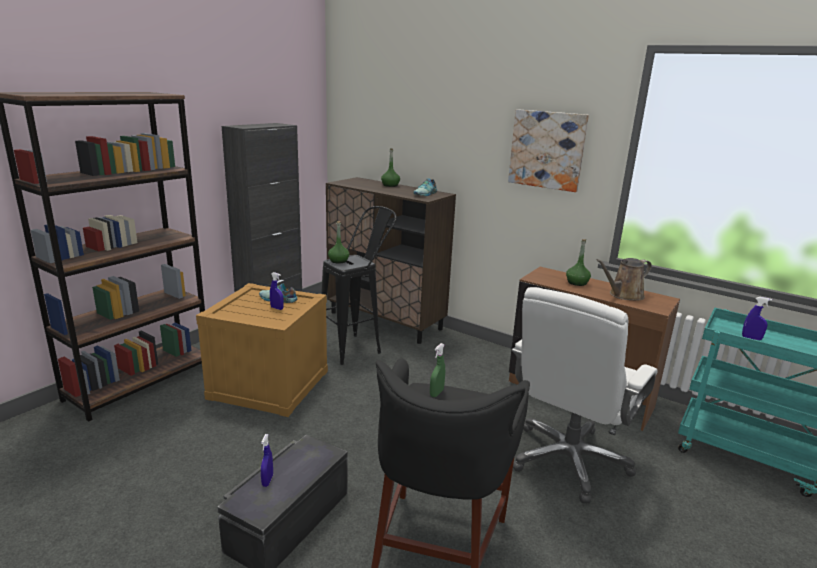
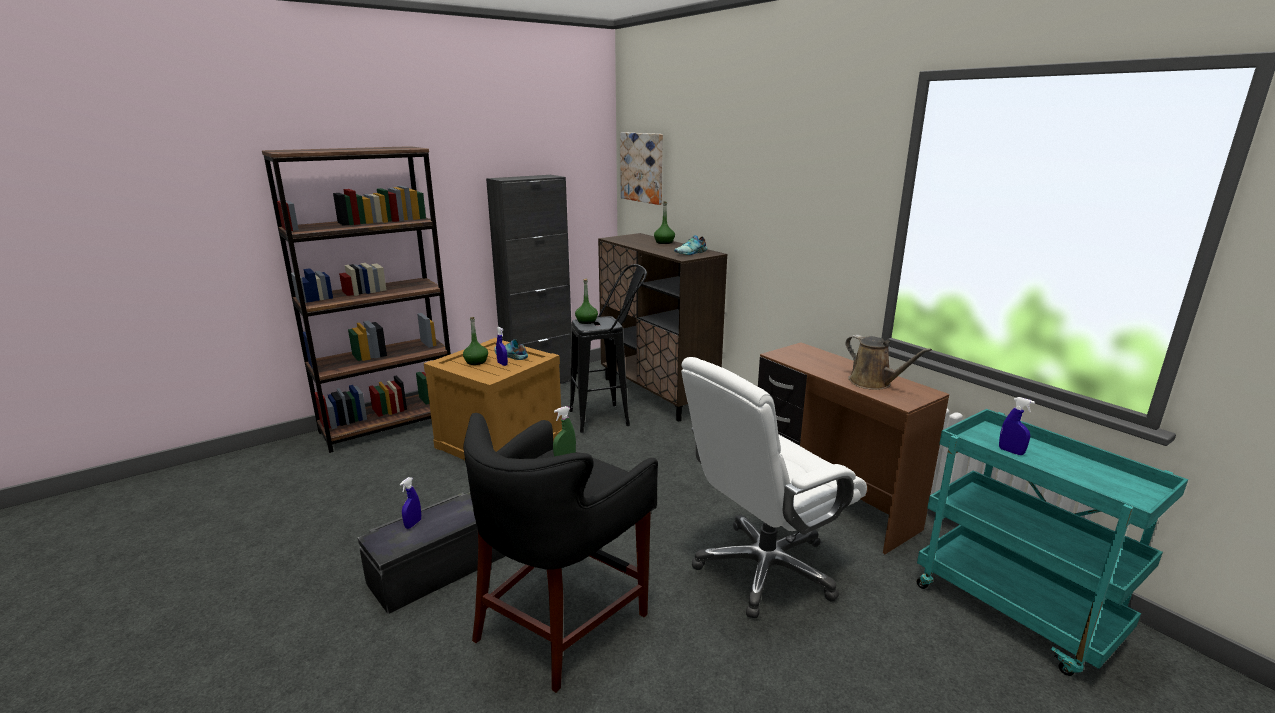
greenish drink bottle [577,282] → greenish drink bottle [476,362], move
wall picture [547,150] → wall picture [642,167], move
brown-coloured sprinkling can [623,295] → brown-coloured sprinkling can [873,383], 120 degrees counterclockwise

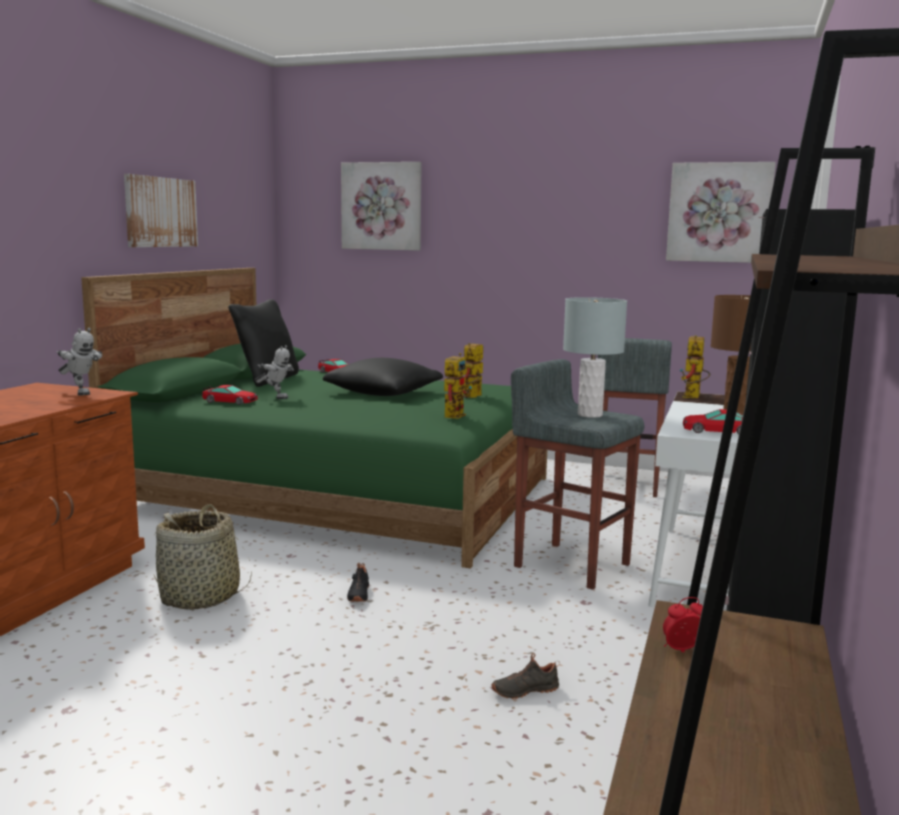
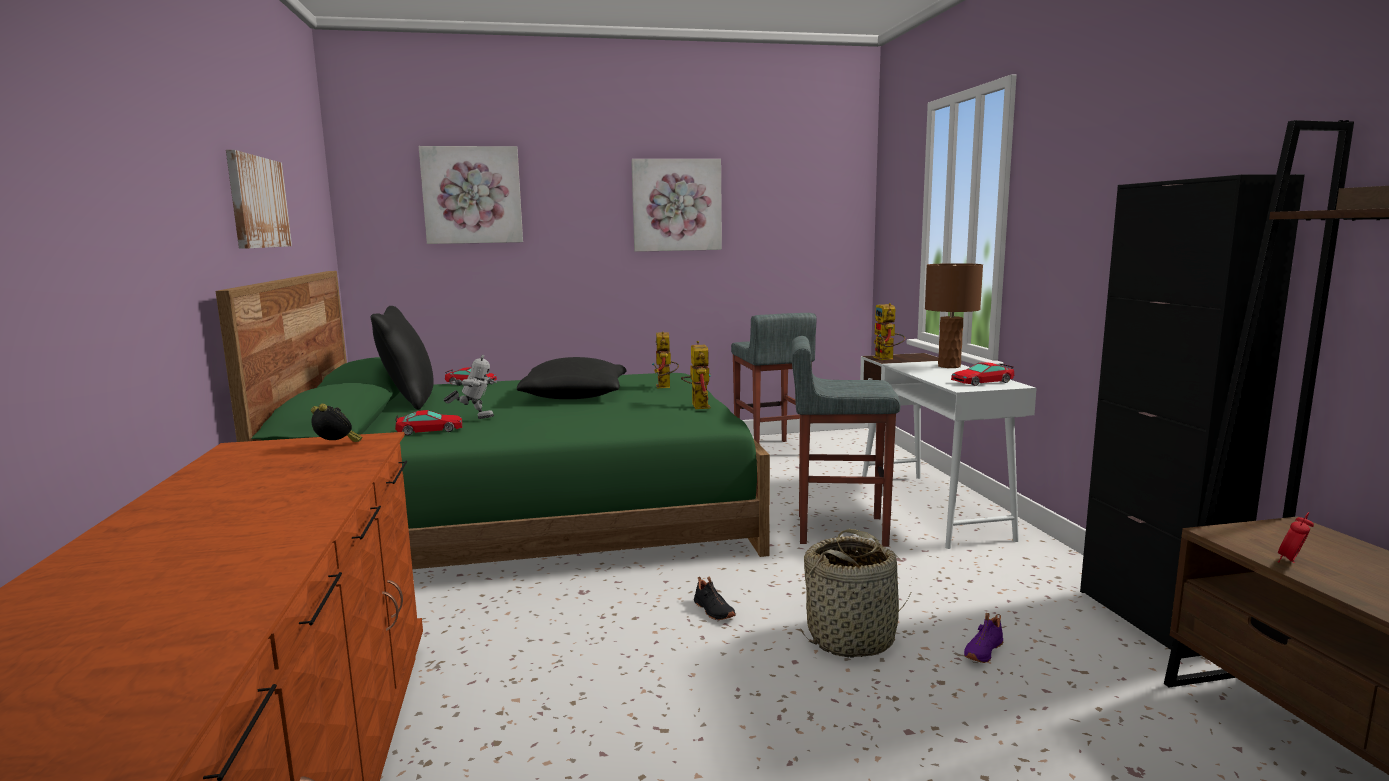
robot figure [80,393] → table clock [336,446]
wall picture [719,212] → wall picture [676,205], move
household basket [200,597] → household basket [852,638], move
blackish item of footwear [524,690] → purple item of footwear [982,651]
greyish table lamp [589,415] → -

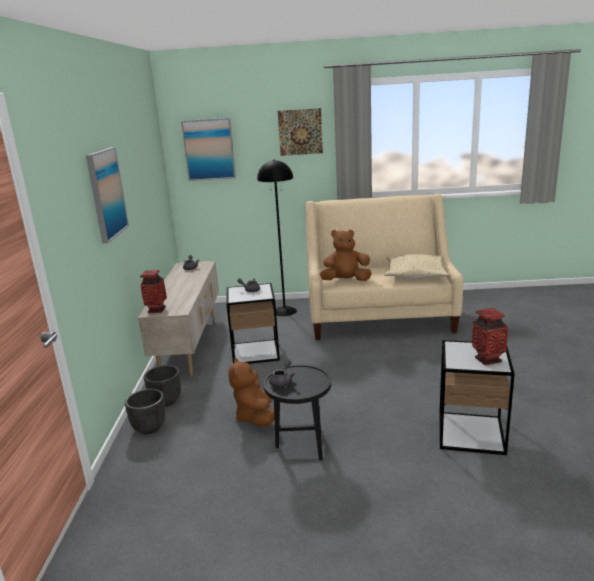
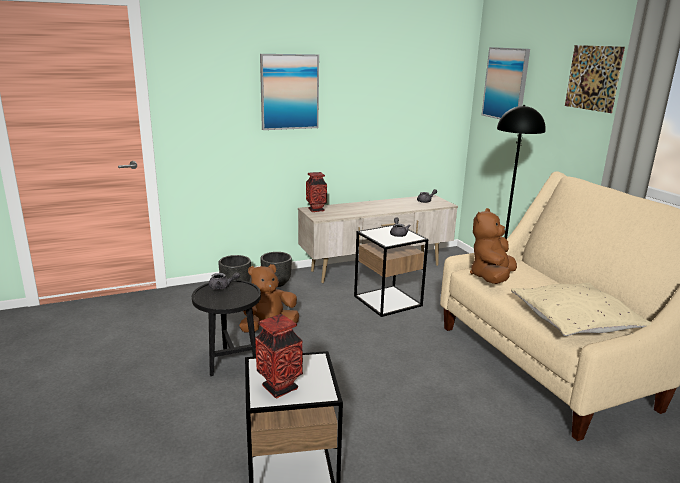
brown-coloured soft toy [345,281] → brown-coloured soft toy [491,278], 120 degrees counterclockwise

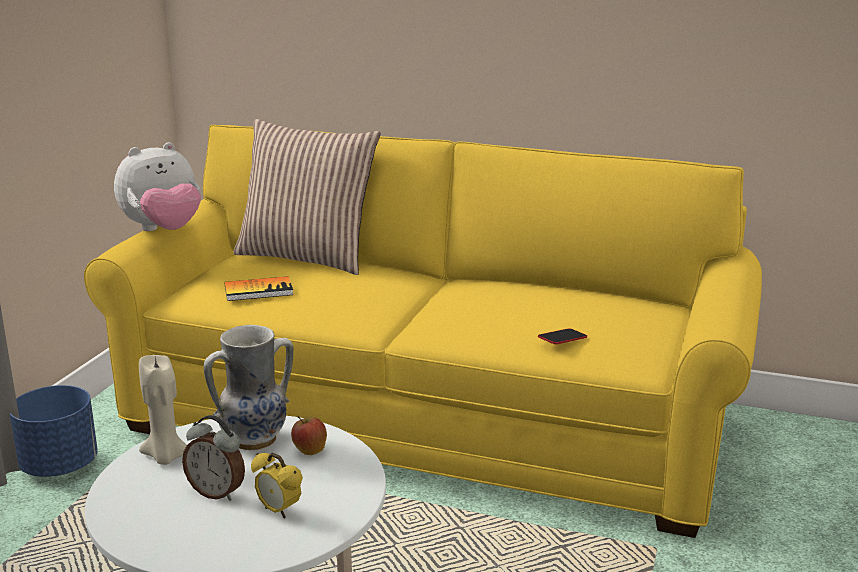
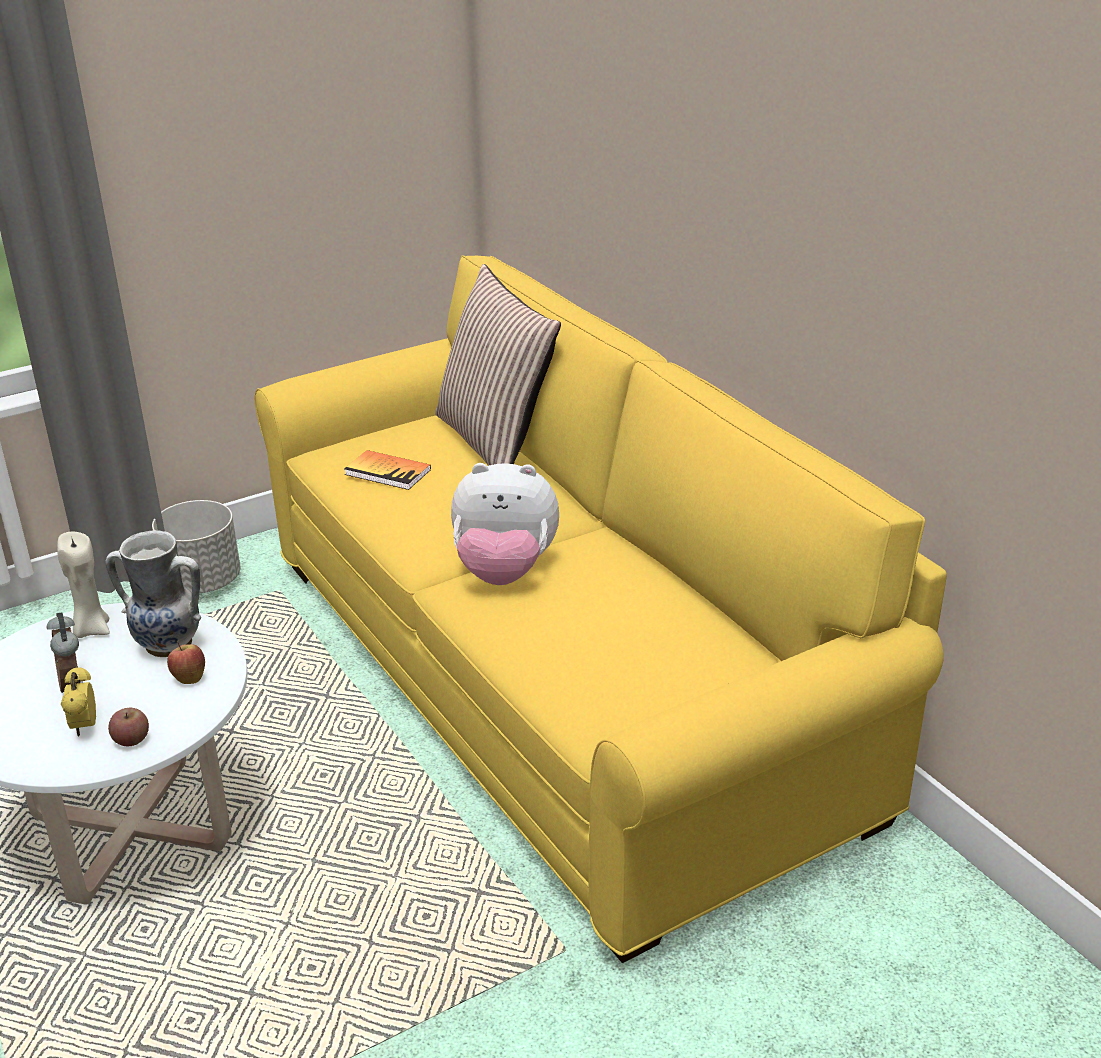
- → apple [131,739]
blue-coloured flower pot [60,466] → greyish flower pot [204,582]
soft toy [163,231] → soft toy [504,572], move
telephone [562,340] → -

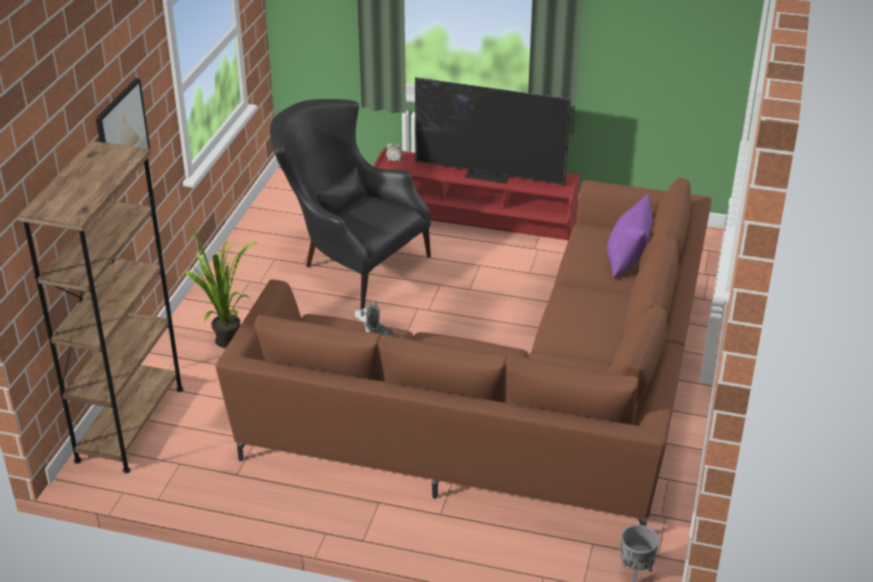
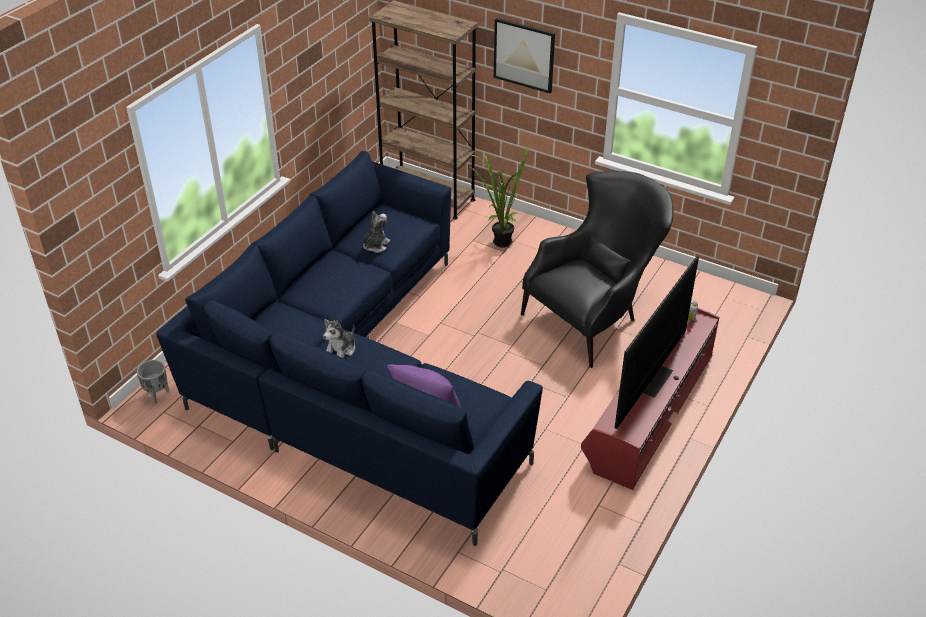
brown-coloured settee [521,410] → blue-coloured settee [353,378]
- → soft toy [341,350]

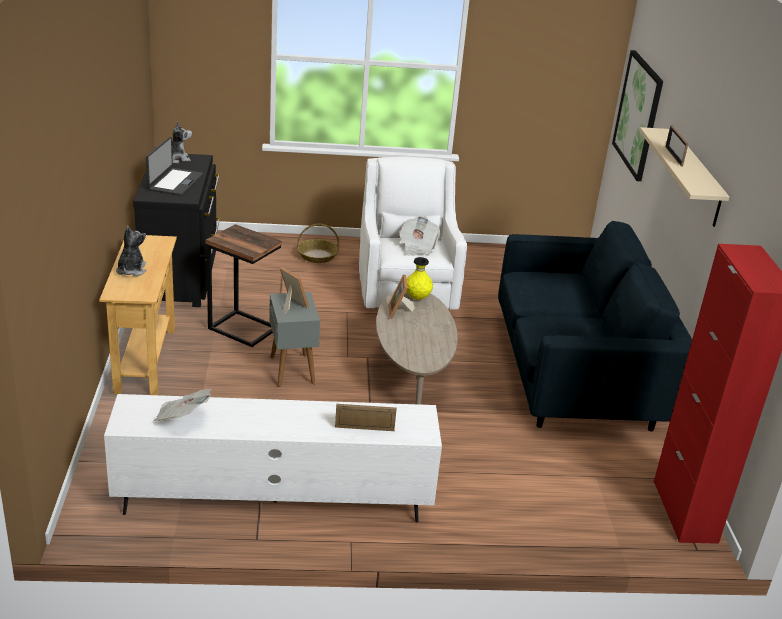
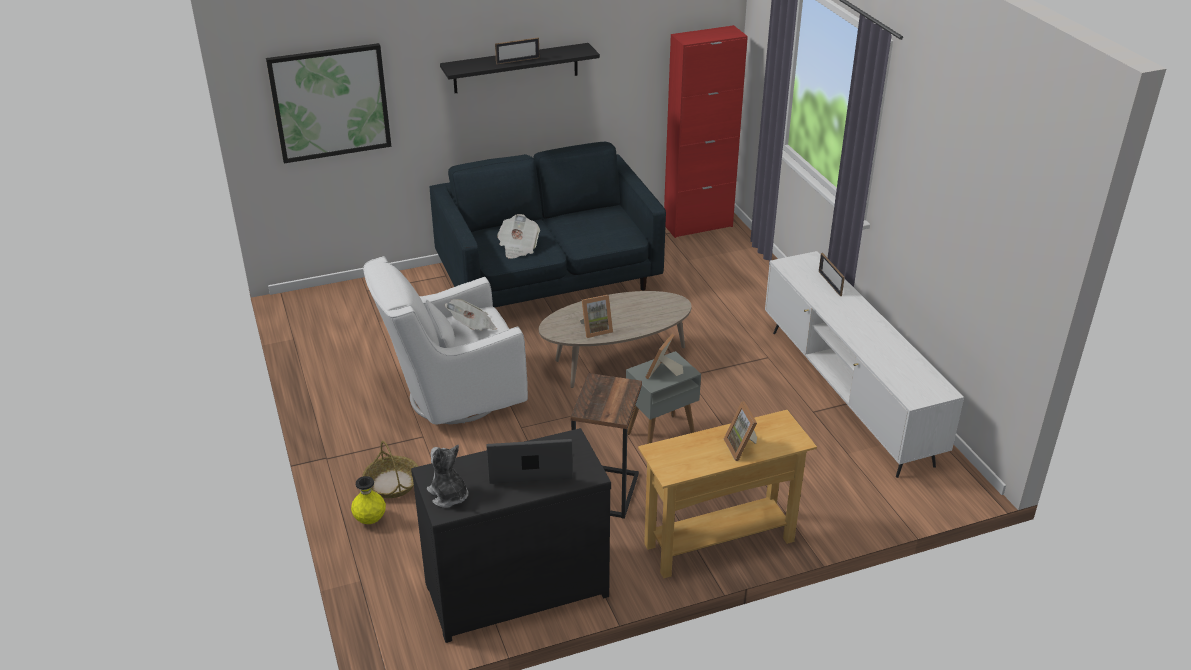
yellow flower vase [417,298] → yellow flower vase [370,520], move
beige-coloured shelf [695,177] → blackish shelf [516,68]
newspaper [182,417] → newspaper [518,247], move
soft toy [131,270] → standing frame [742,448]

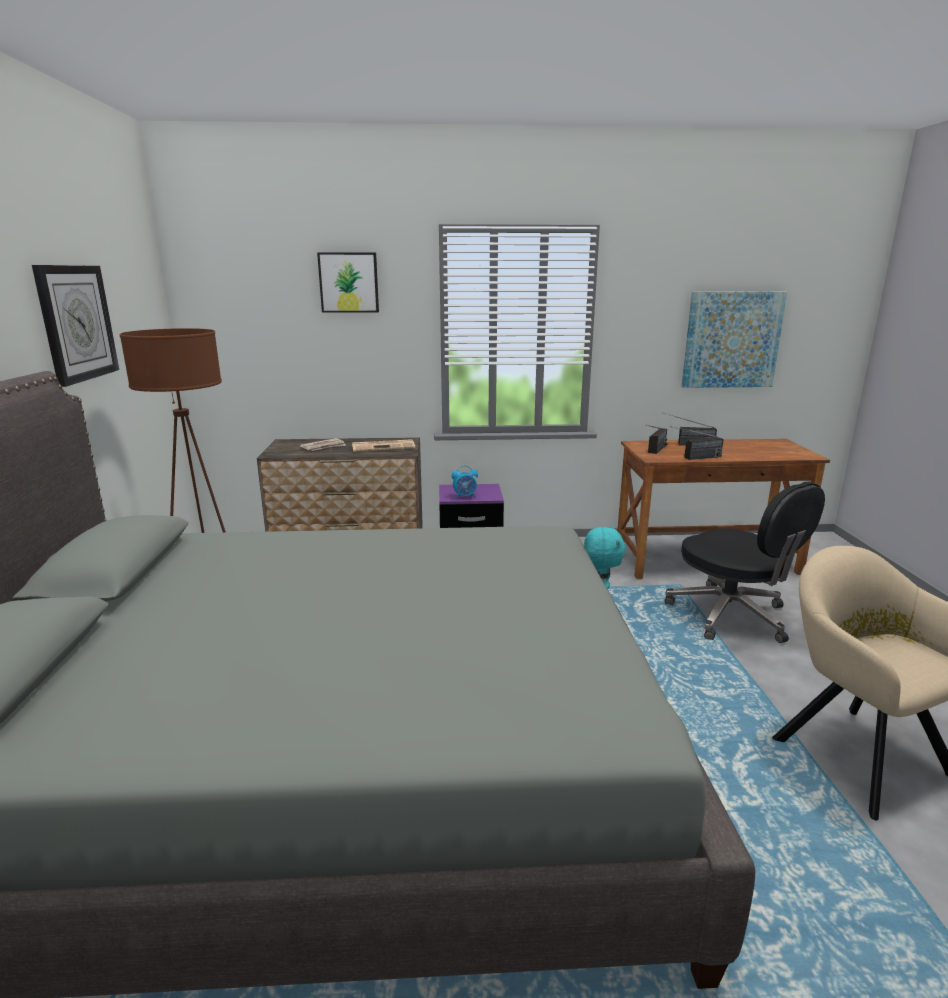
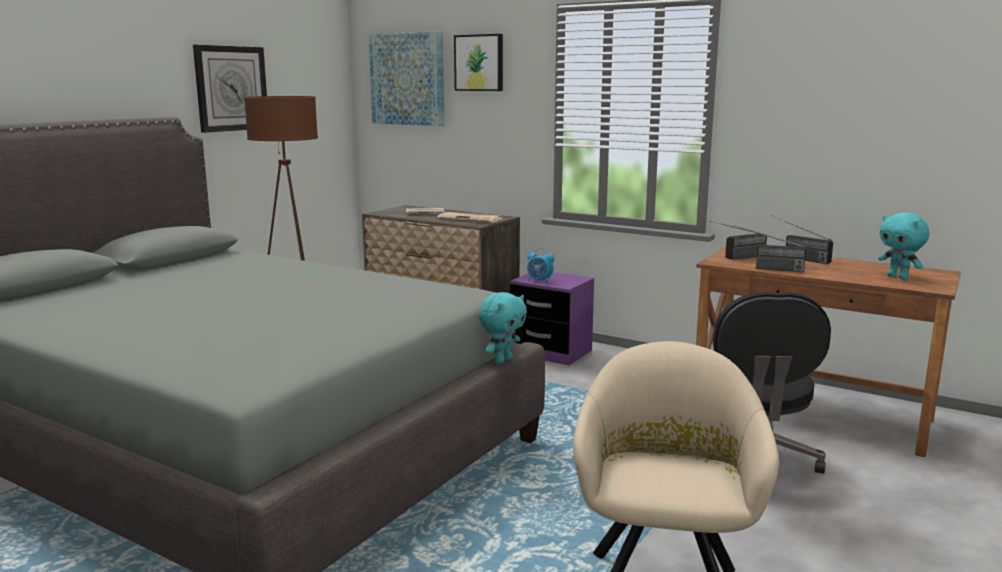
wall picture [731,340] → wall picture [407,79], move
- → turquoise-coloured soft toy [898,277]

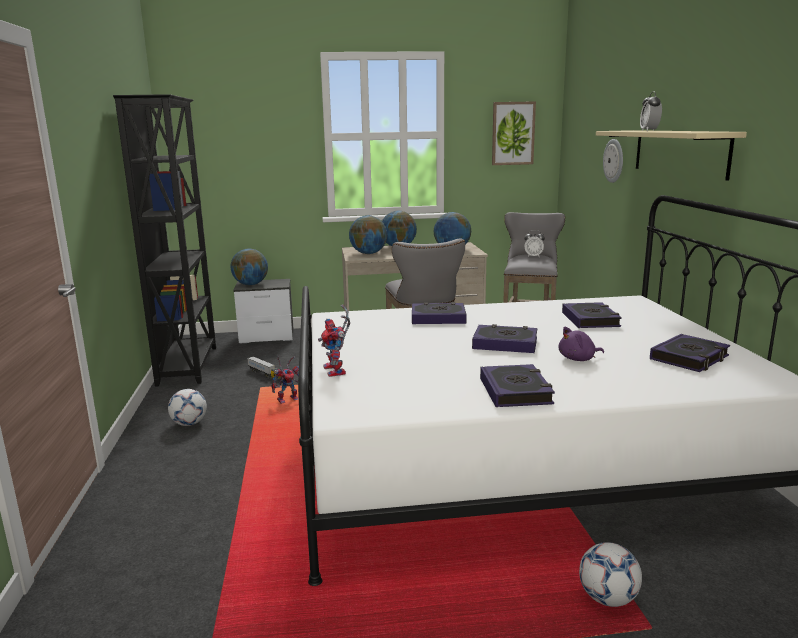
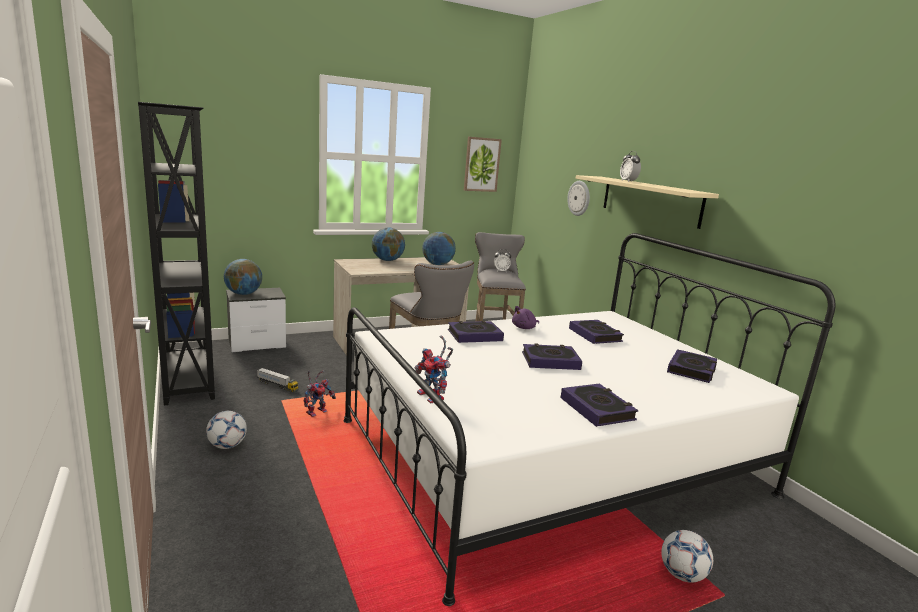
purple soft toy [578,359] → purple soft toy [524,328], move
world globe [368,253] → -

